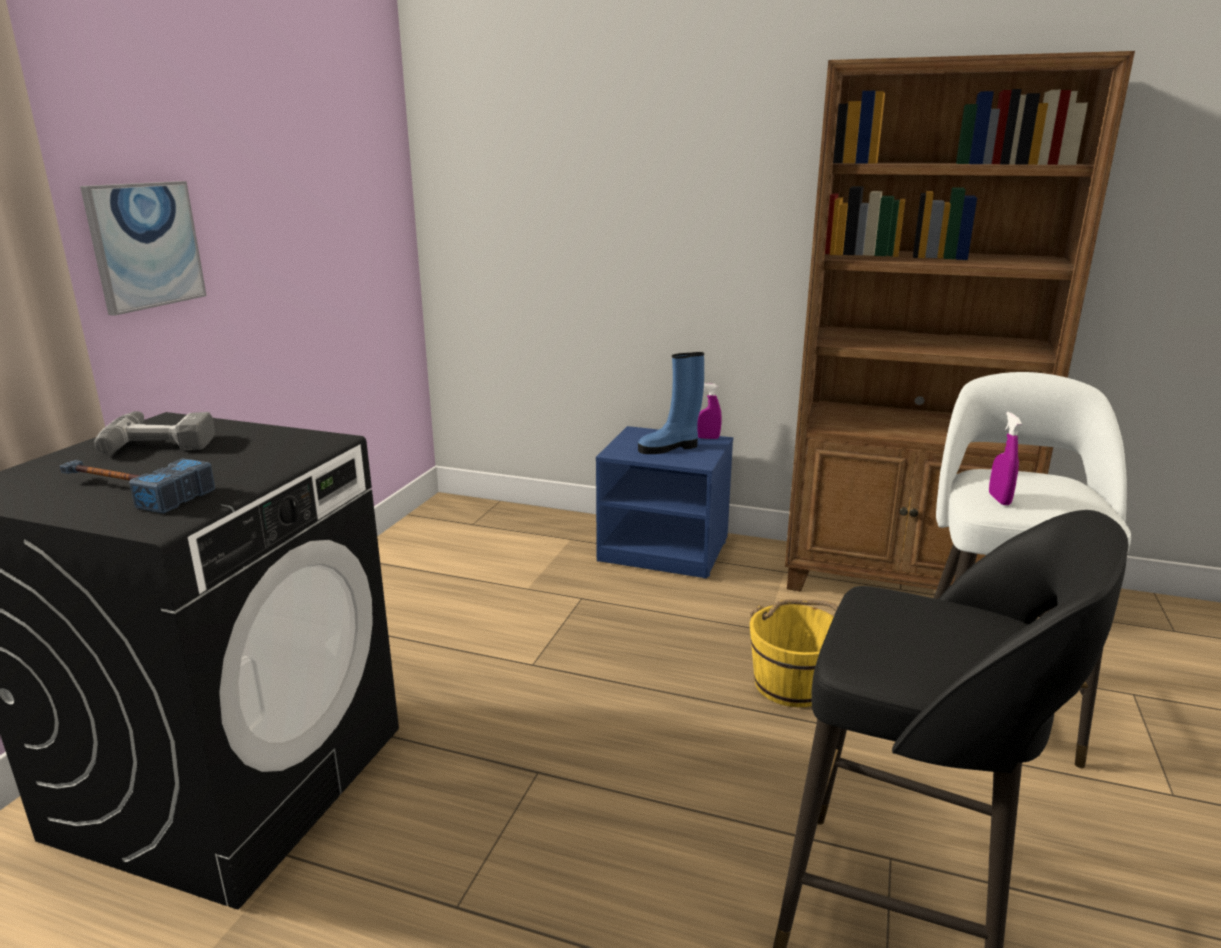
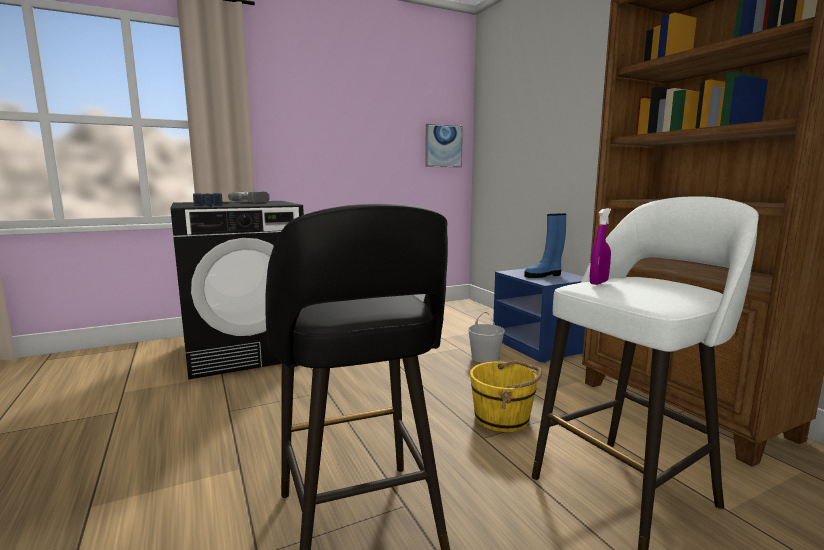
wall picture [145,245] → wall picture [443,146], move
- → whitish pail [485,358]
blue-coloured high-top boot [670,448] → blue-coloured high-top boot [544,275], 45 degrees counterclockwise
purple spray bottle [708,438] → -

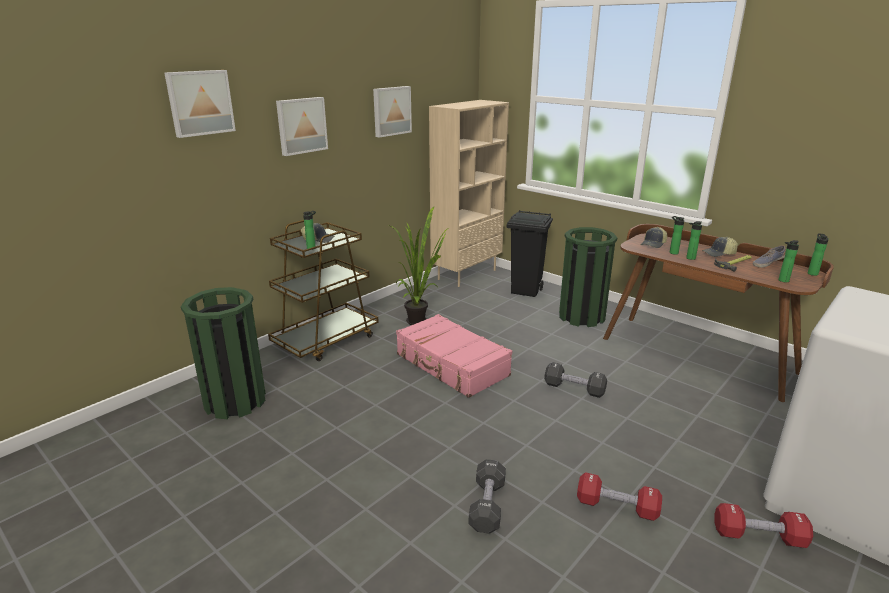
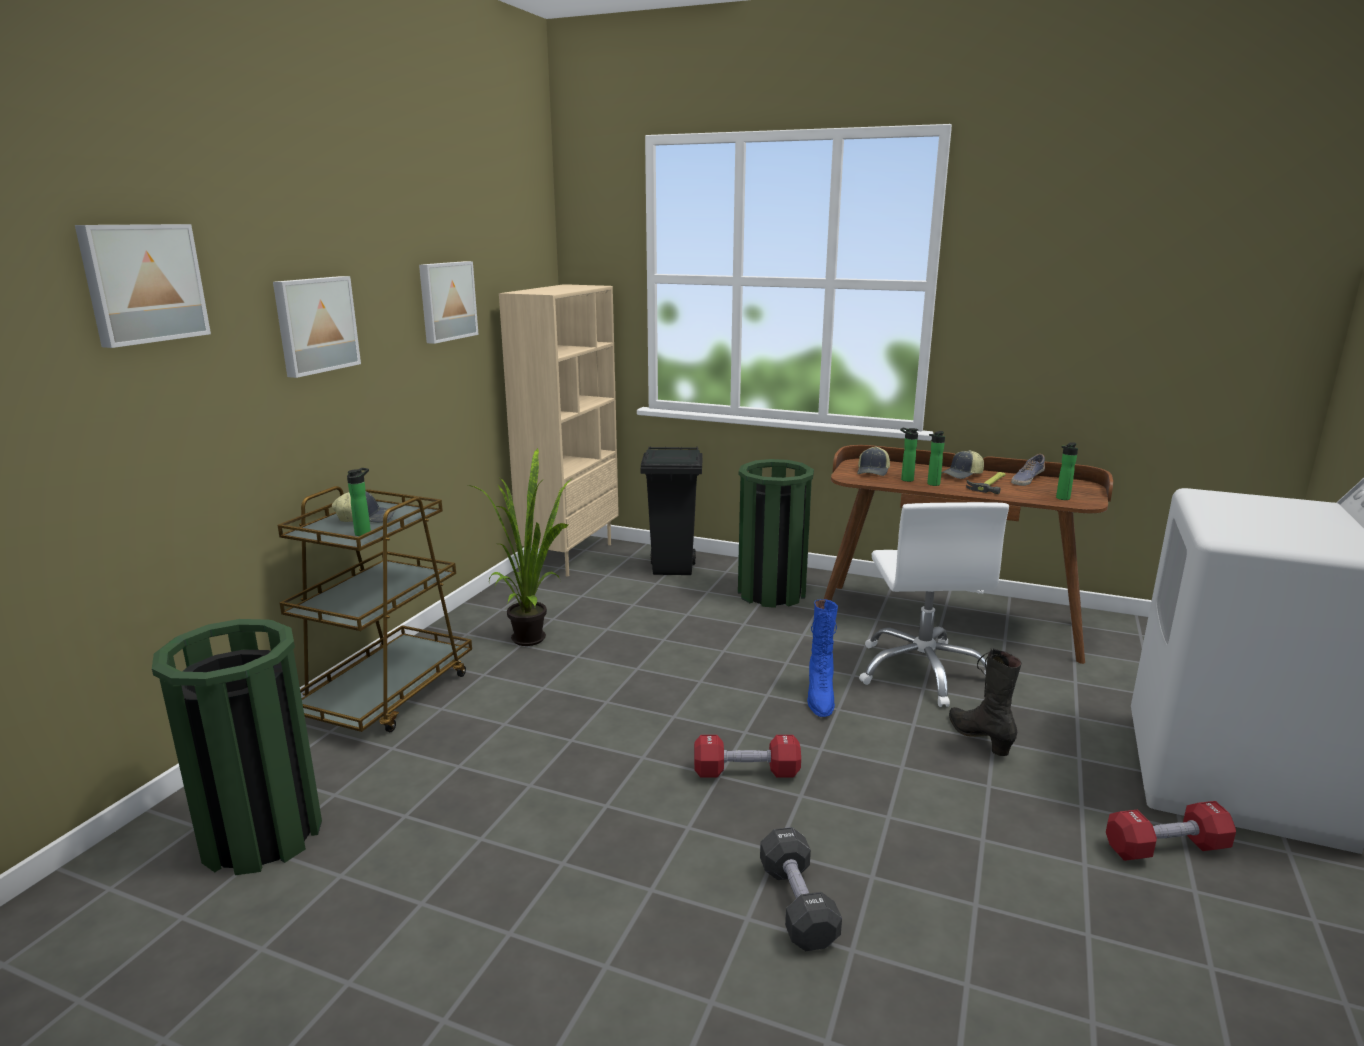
reddish dumbbell [616,507] → reddish dumbbell [746,772], move
blackish dumbbell [574,388] → blue-coloured high-top boot [820,697]
- → whitish computer chair [922,671]
- → blackish high-top boot [979,738]
pink travel case [451,365] → -
drink bottle [812,273] → -

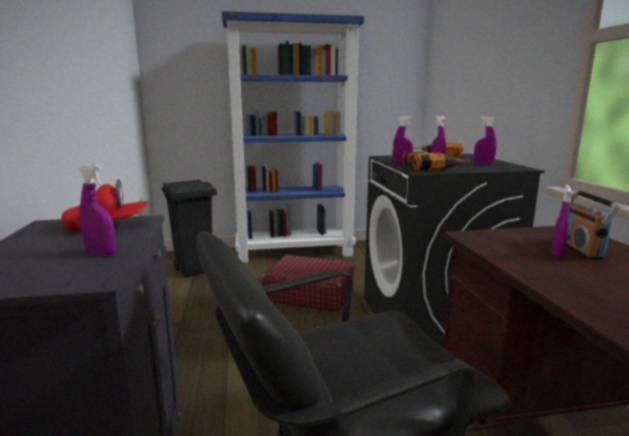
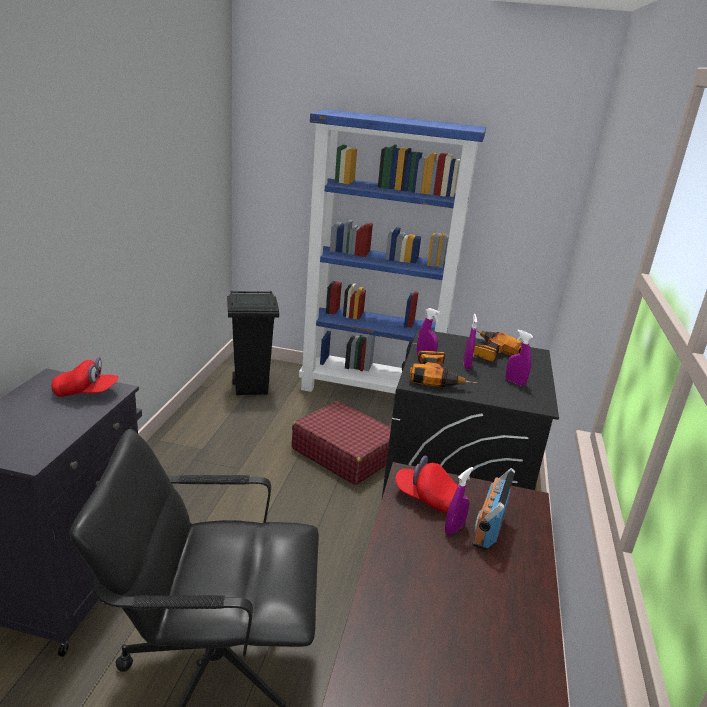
- → reddish baseball cap [427,498]
purple spray bottle [101,253] → -

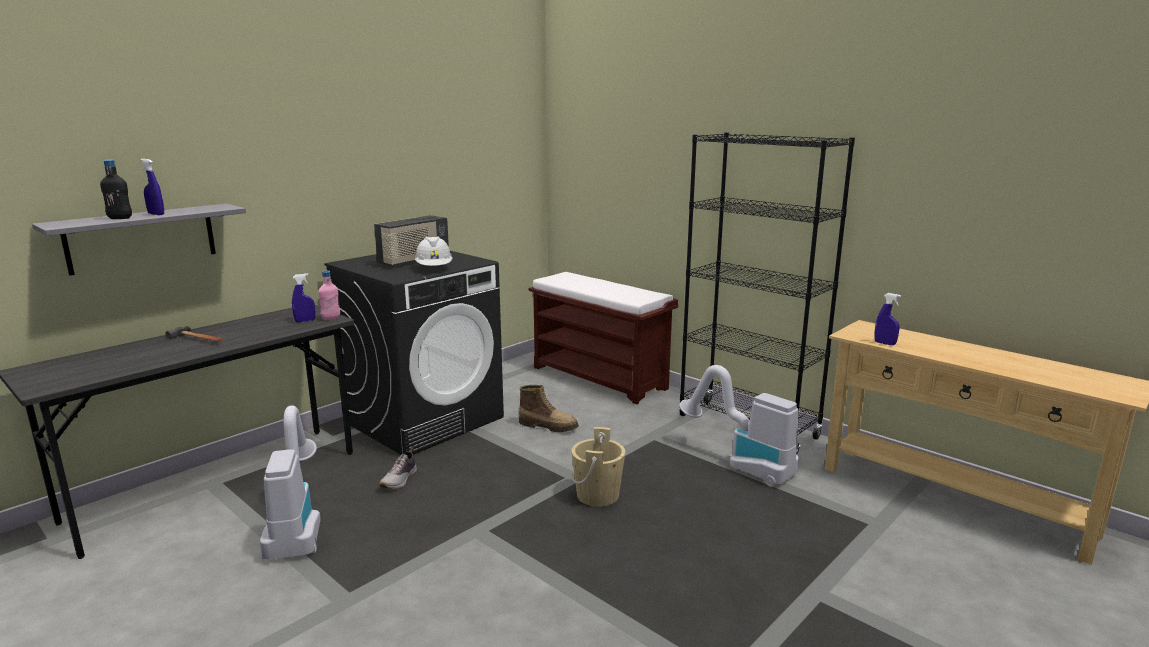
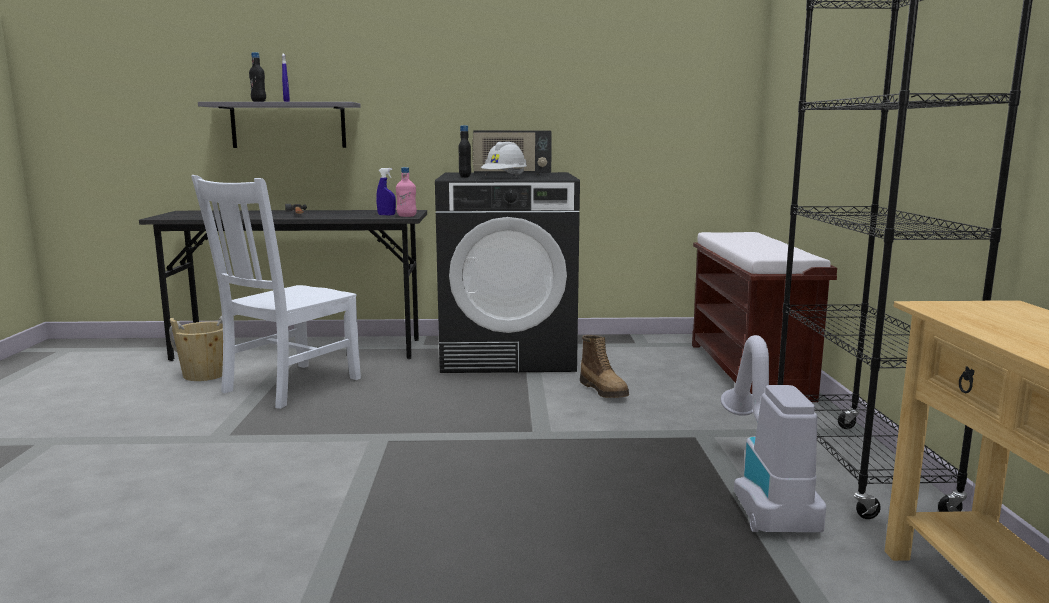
beige-coloured pail [597,495] → beige-coloured pail [205,374], move
vacuum cleaner [296,525] → whitish upright chair [288,386]
- → blackish drink bottle [465,177]
item of footwear [400,479] → -
blue-coloured spray bottle [885,343] → -

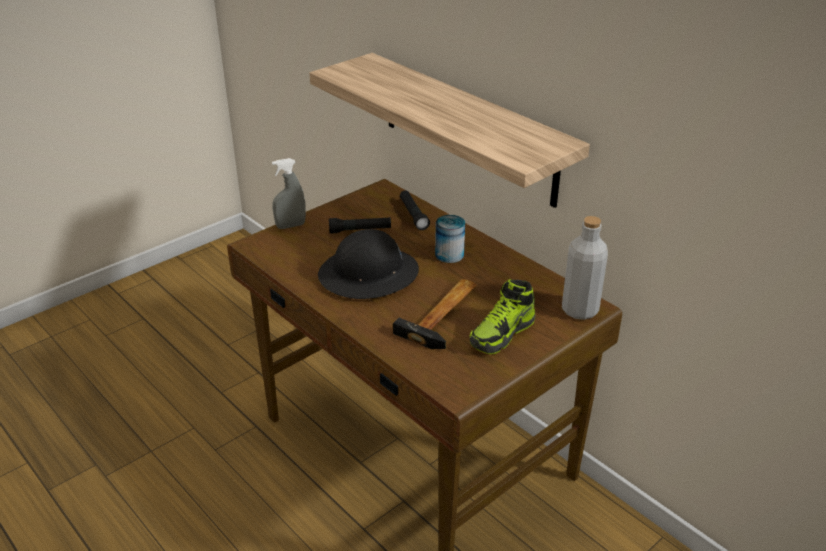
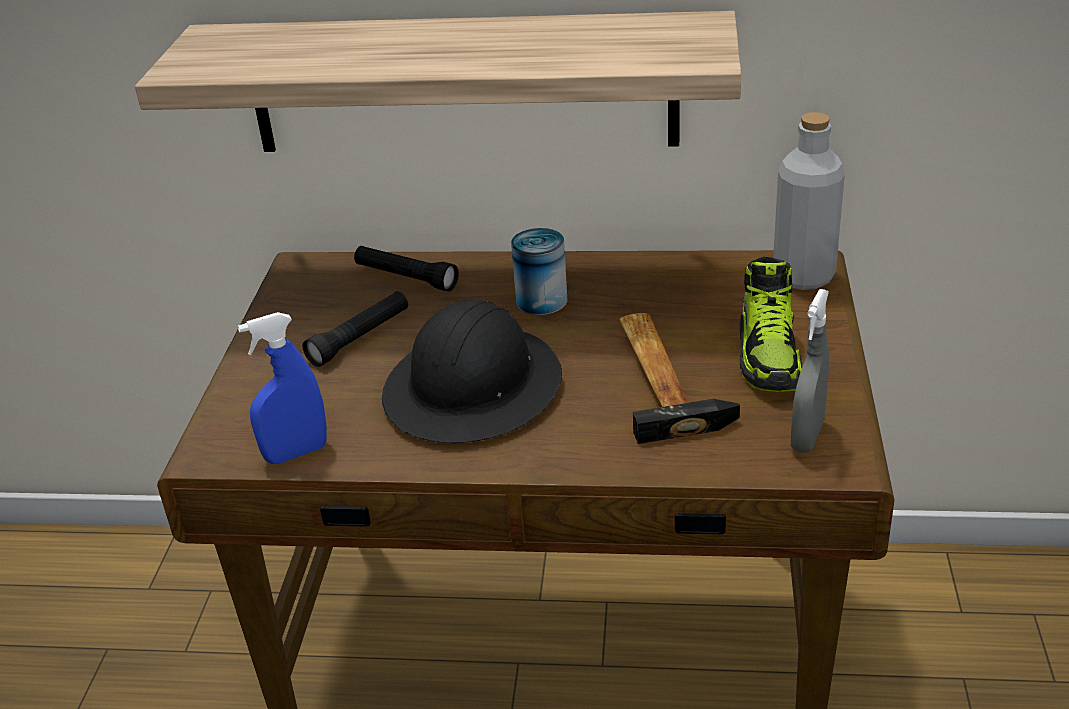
- → blue-coloured spray bottle [296,453]
greyish spray bottle [290,226] → greyish spray bottle [807,436], move

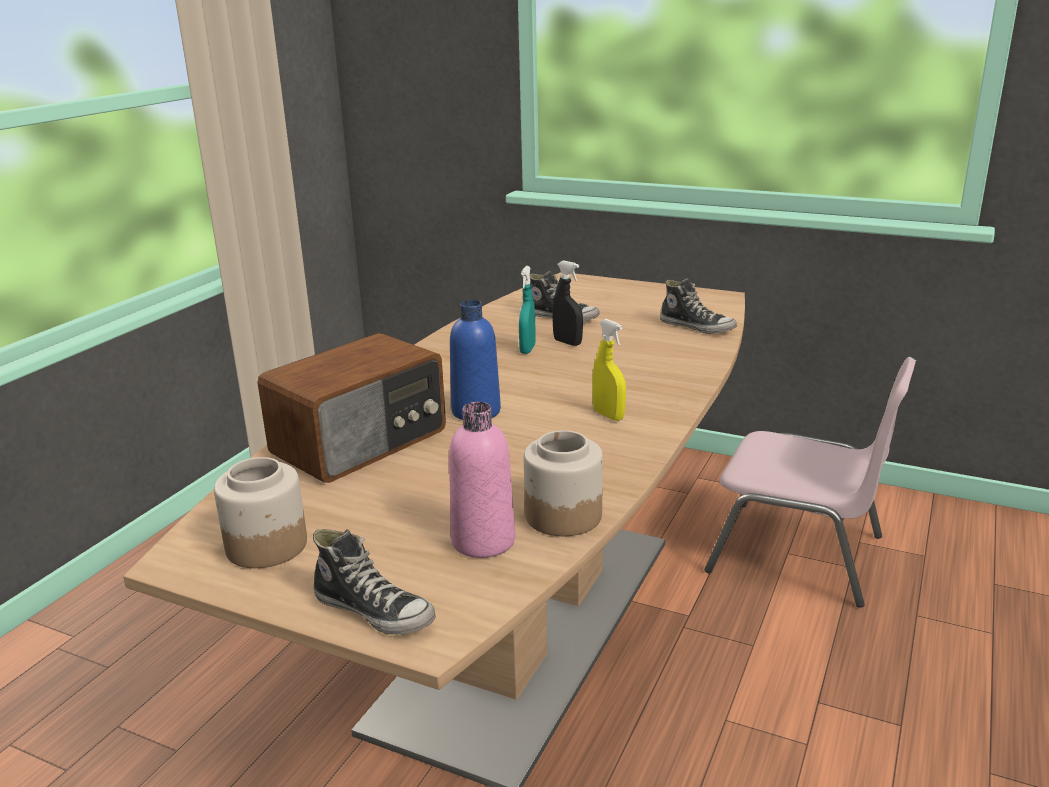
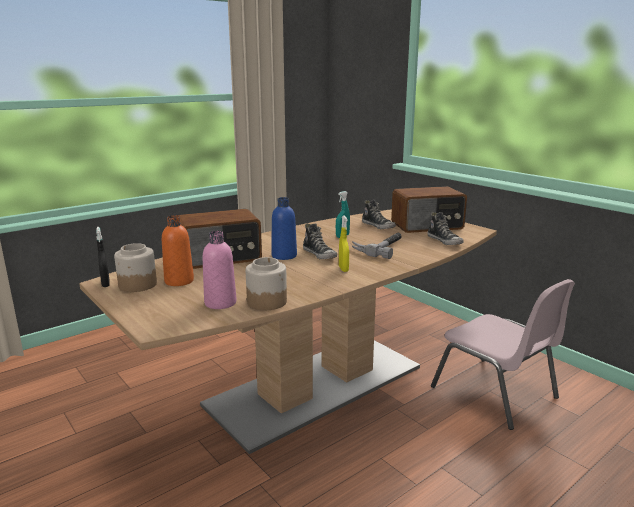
blackish spray bottle [567,342] → blackish spray bottle [105,284], move
- → orange drink bottle [179,281]
item of footwear [375,611] → item of footwear [320,255], move
- → hammer [380,248]
- → radio set [427,226]

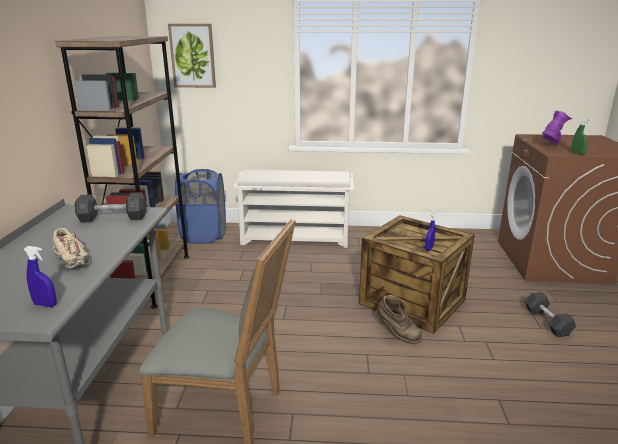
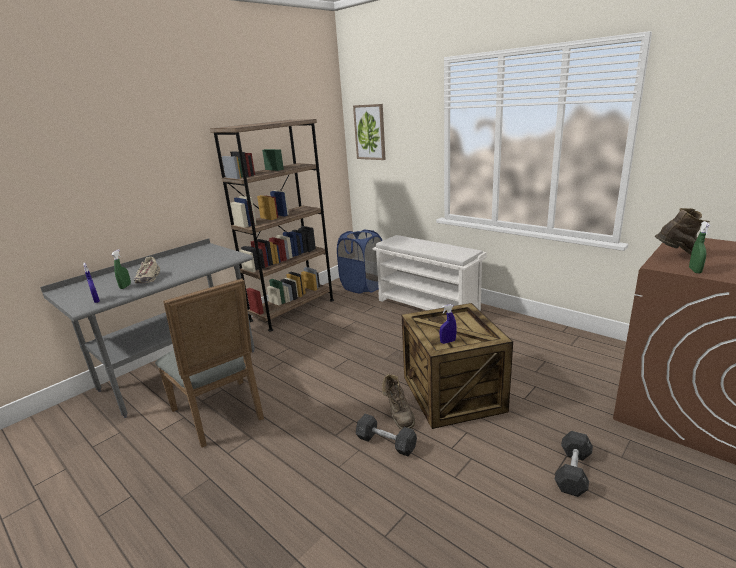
- → greenish spray bottle [125,286]
greyish dumbbell [113,218] → greyish dumbbell [386,443], move
purple high-top boot [550,146] → brown-coloured high-top boot [678,255]

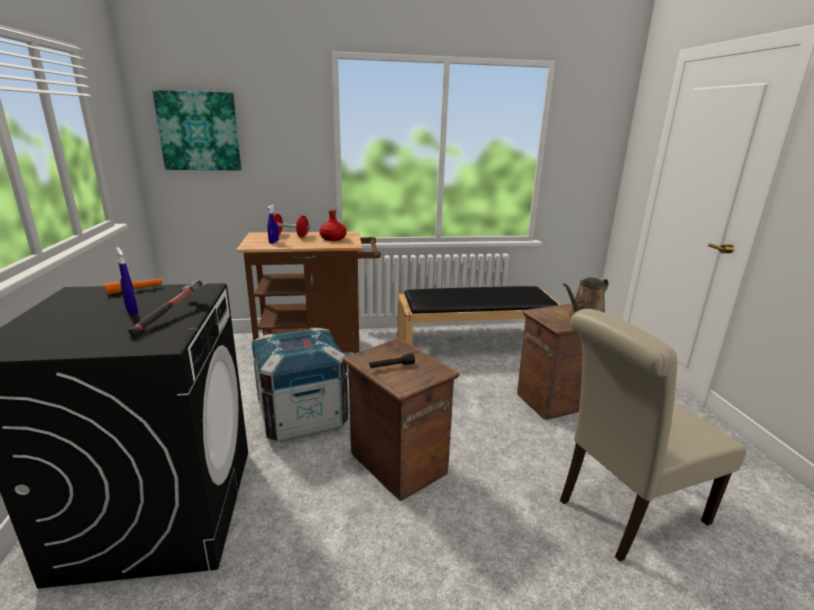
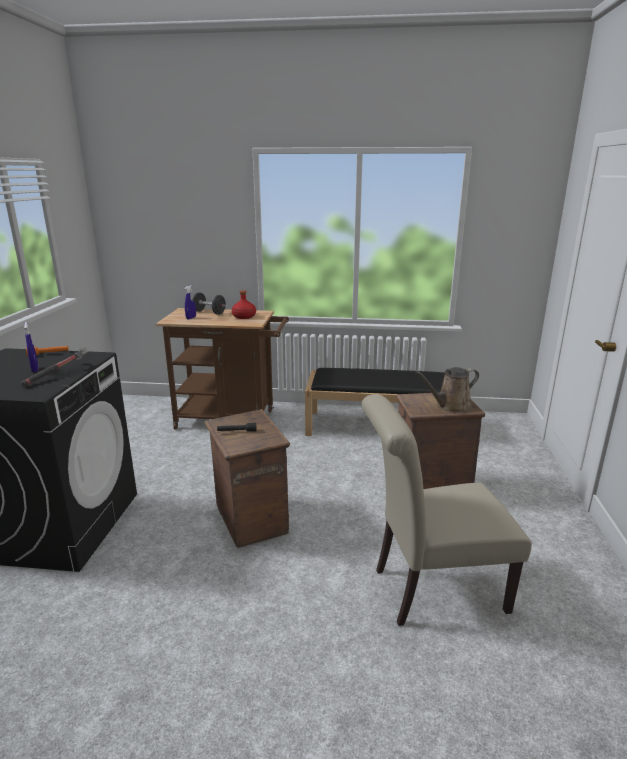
reddish dumbbell [290,236] → blackish dumbbell [209,312]
wall picture [199,131] → -
packing crate [302,417] → -

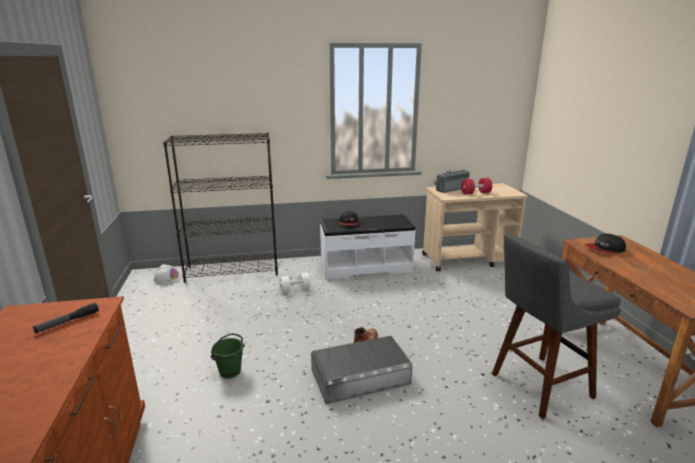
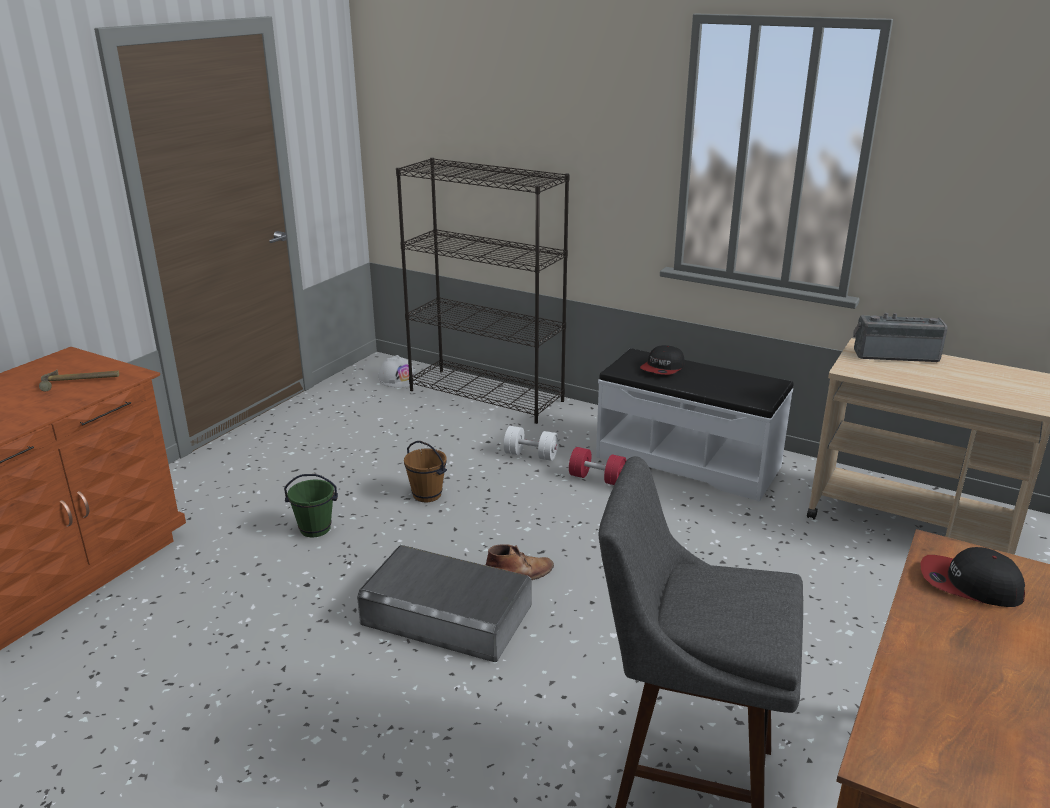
torch [67,322] → hammer [80,382]
- → brown-coloured pail [426,495]
reddish dumbbell [475,193] → reddish dumbbell [597,478], move

